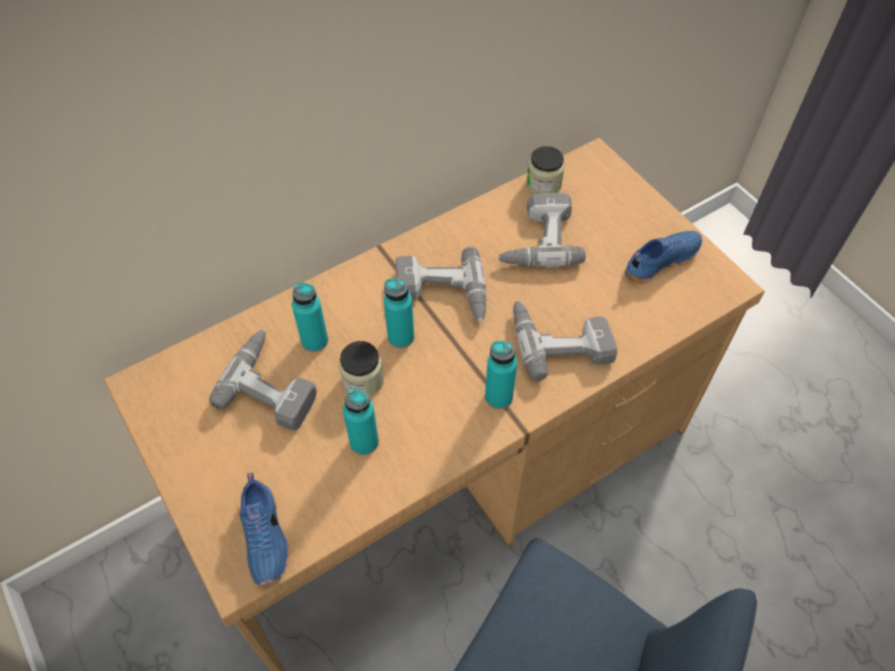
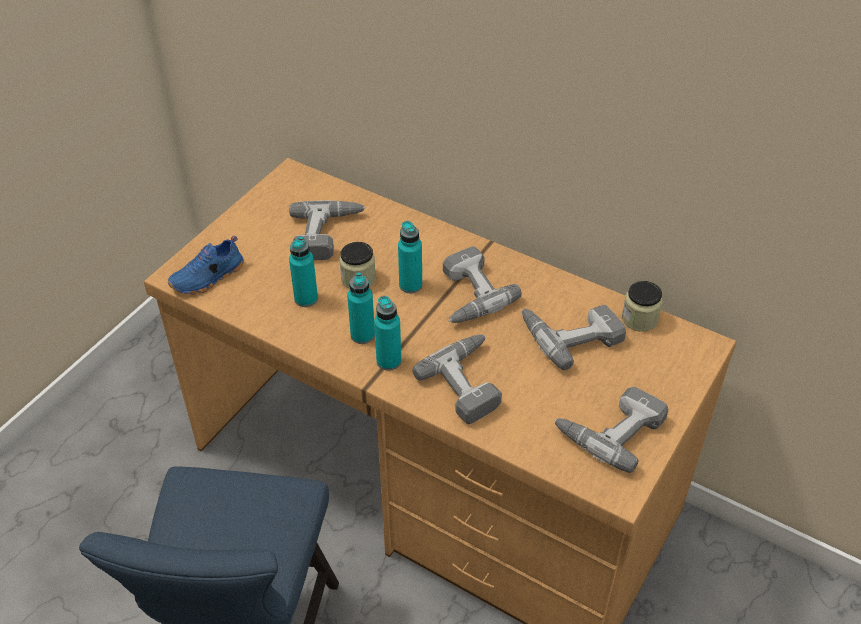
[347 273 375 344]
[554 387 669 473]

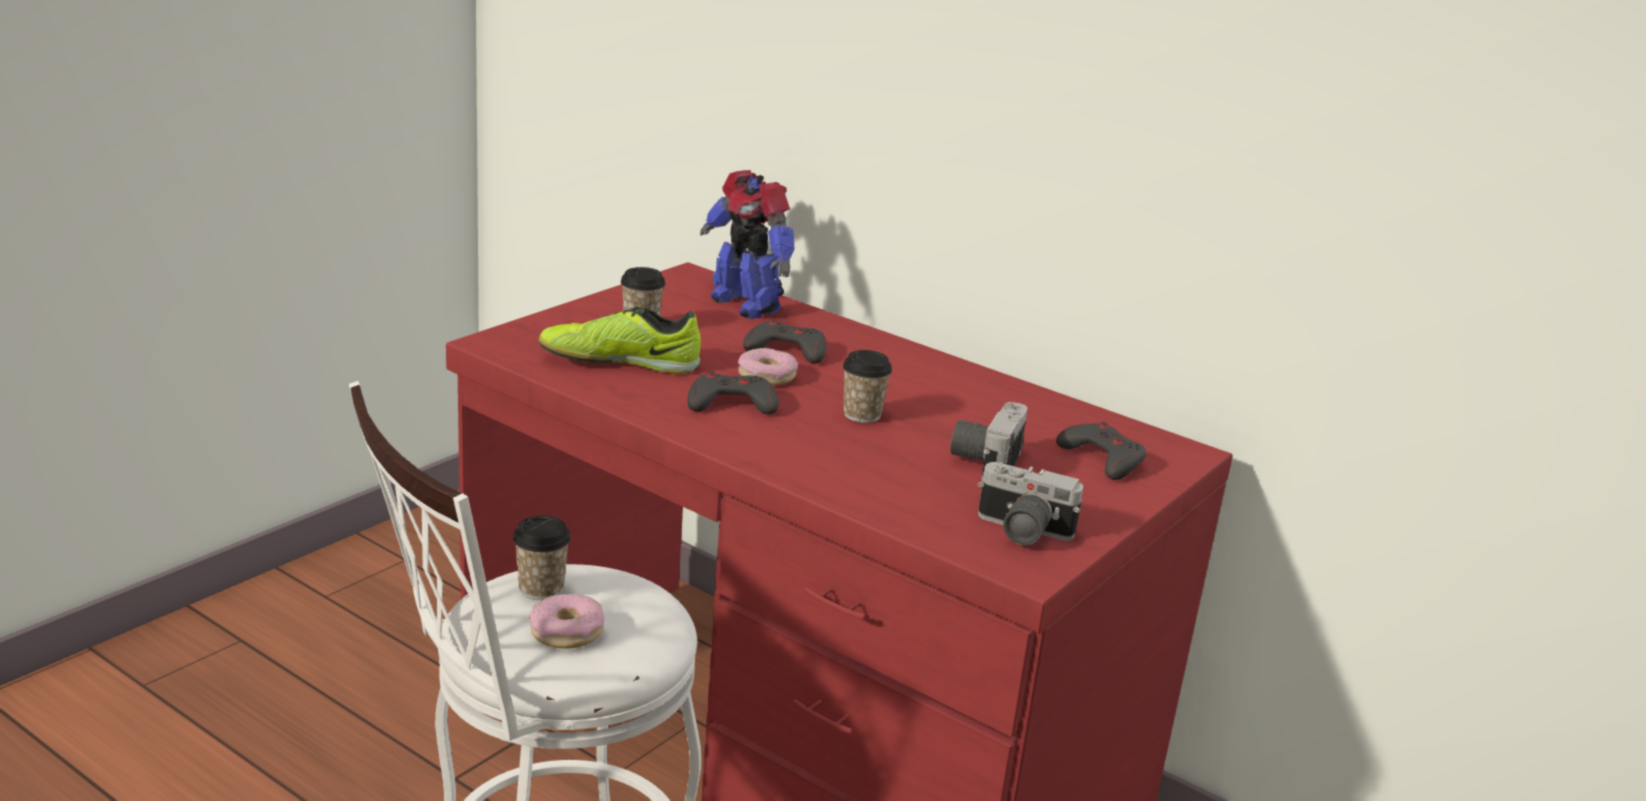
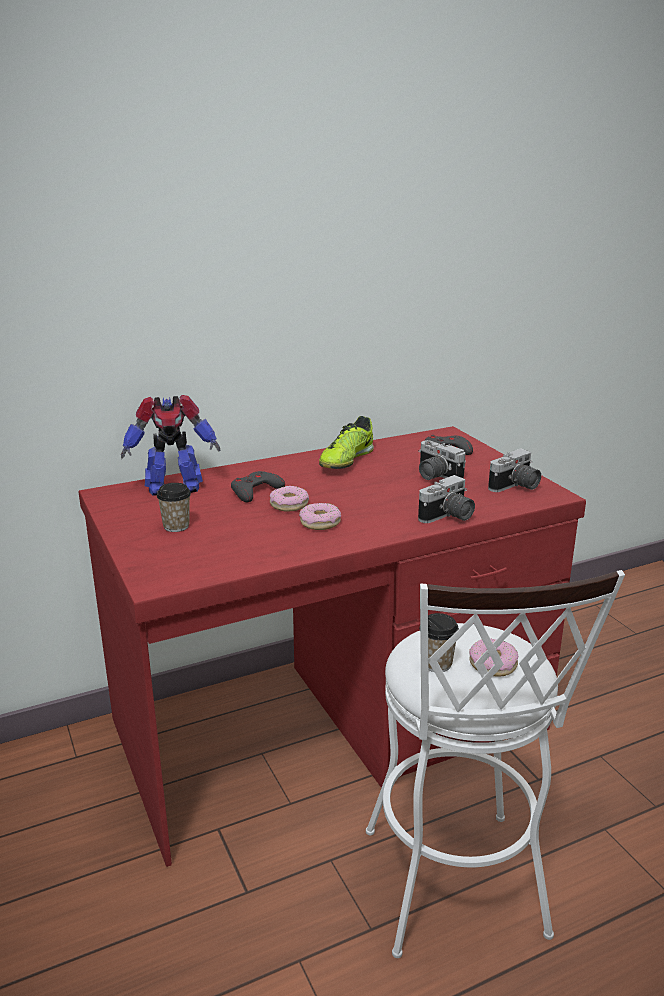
[843 350 892 423] (first image)
[418 475 475 523]
[319 416 374 469]
[299 503 341 530]

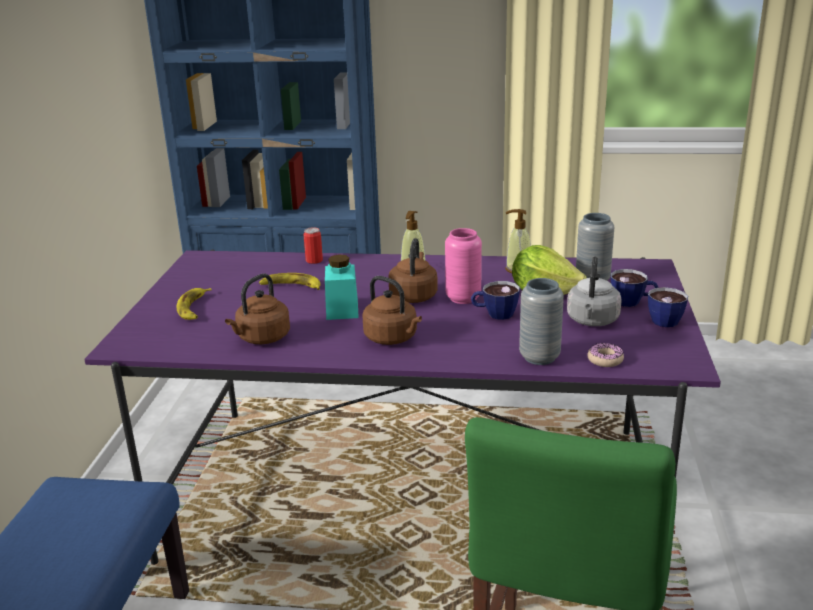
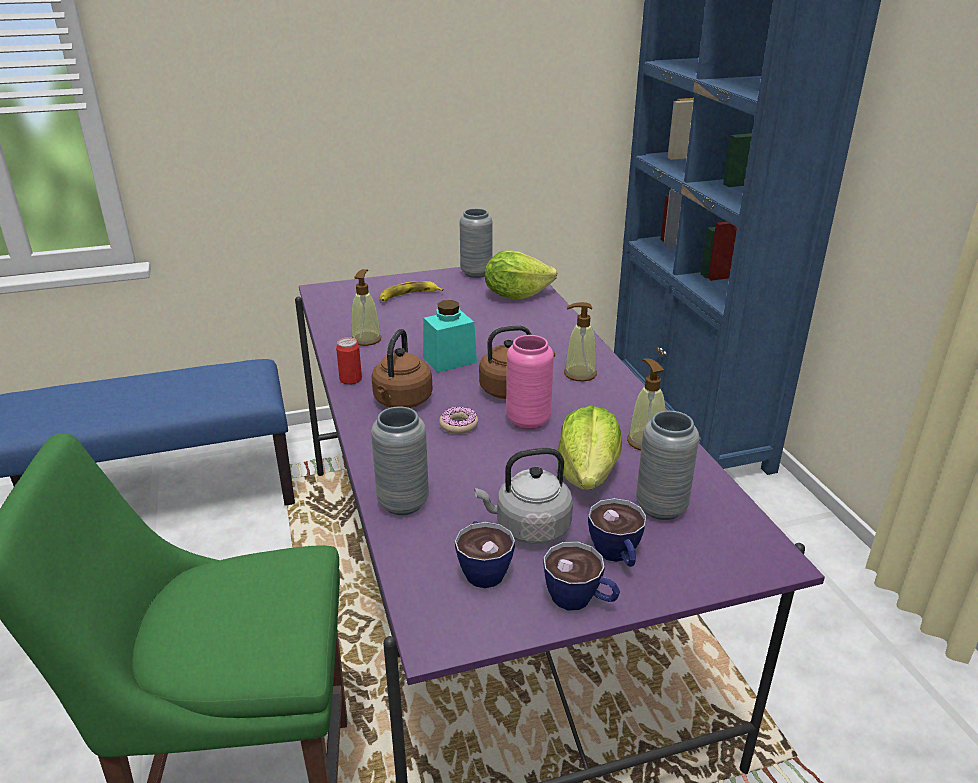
[259 273 321 290] (first image)
[460 208 493 278]
[484 250 557 299]
[336 337 362 385]
[454 521 515 588]
[439 407 478 434]
[351 269 382 346]

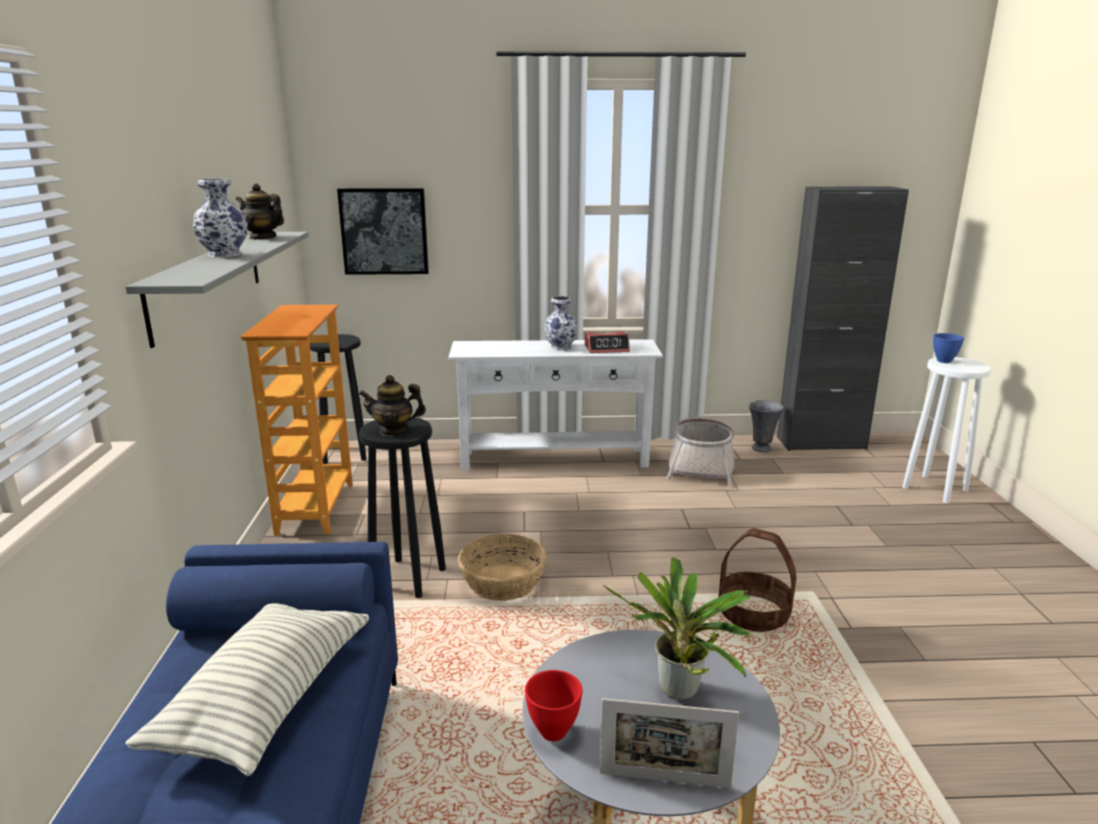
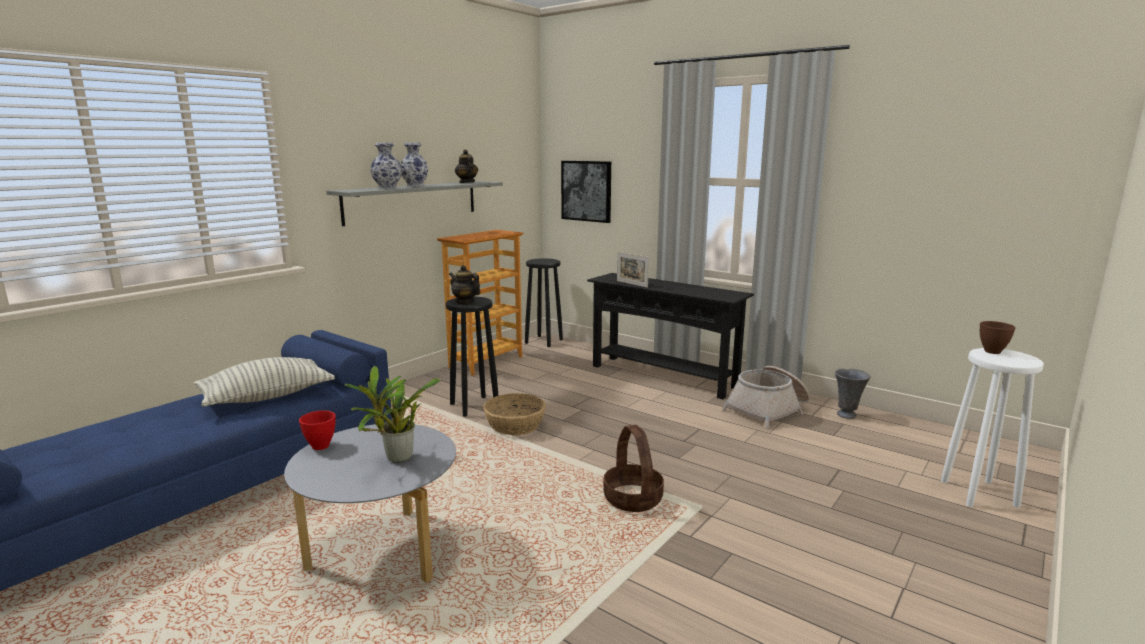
[585 331 630 353] (first image)
[777 186 909 451] (first image)
[371 142 402 188]
[617 252 649 288]
[587 273 754 399]
[980 321 1016 354]

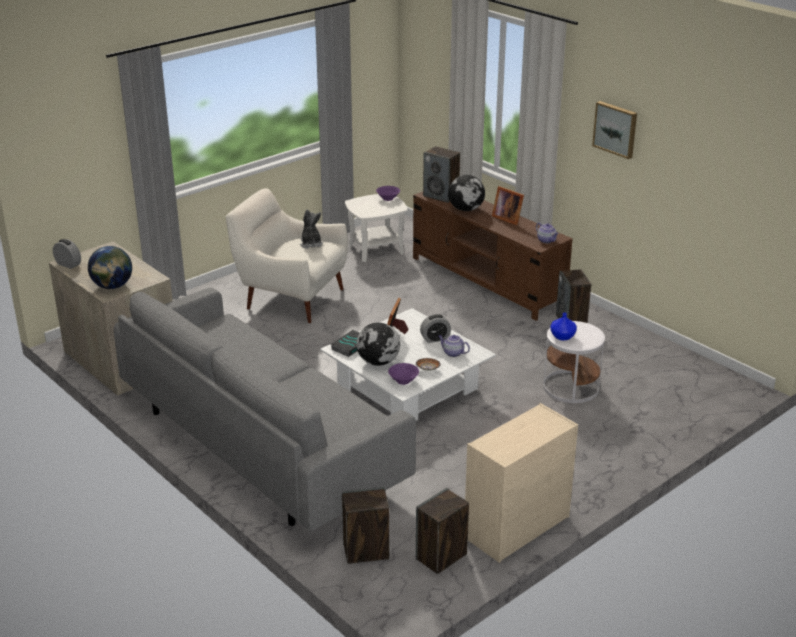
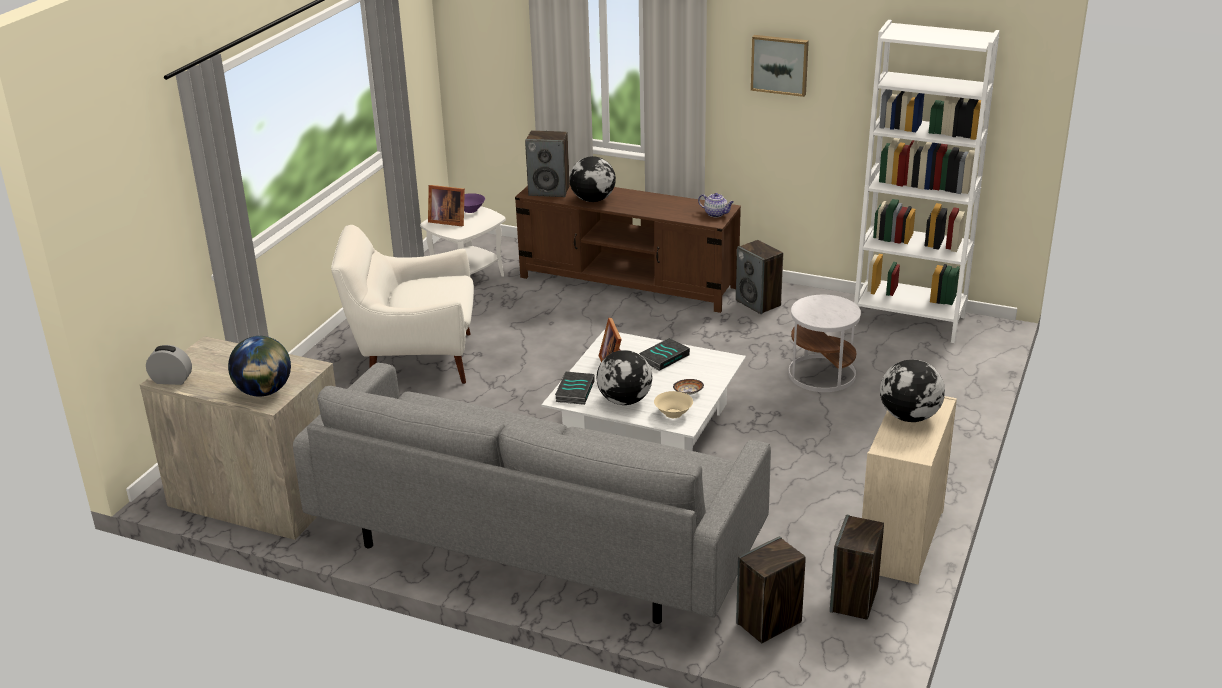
[300 209 323 249] (first image)
[439 335 470 357] (first image)
[550 312 577 341] (first image)
[854 20 1000 343]
[880 359 945 422]
[428 185 465 226]
[639 338 690 371]
[654 391 693 418]

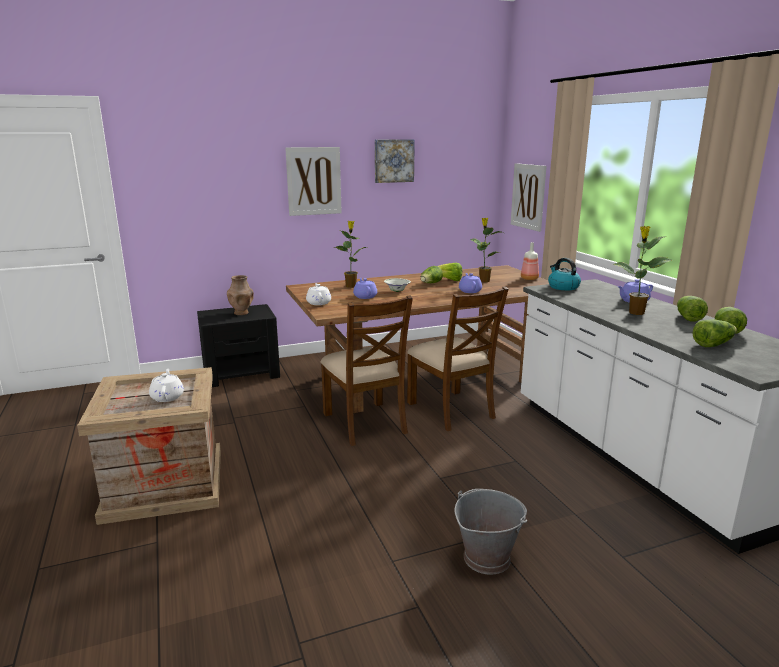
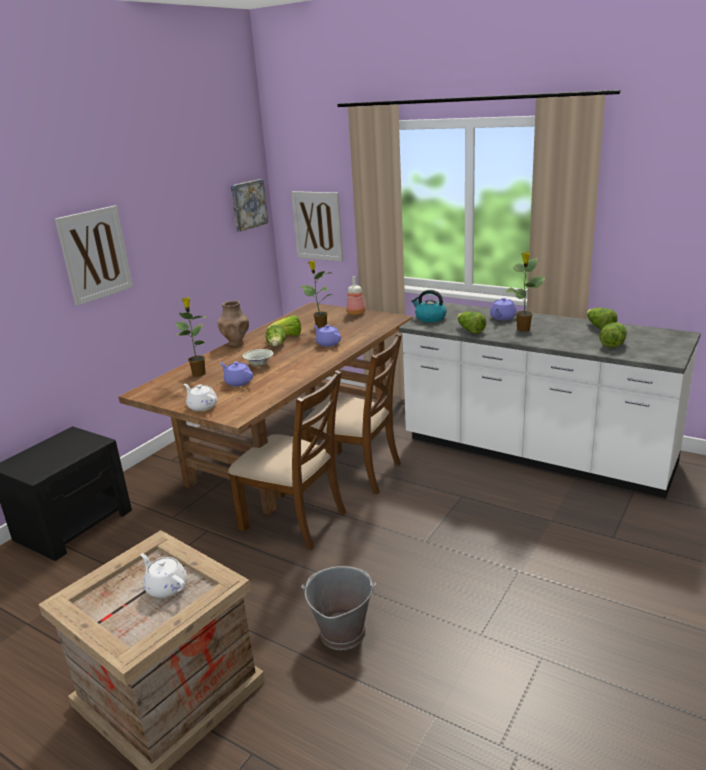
[218 301 249 347]
[231 179 268 232]
[301 566 376 650]
[457 311 486 334]

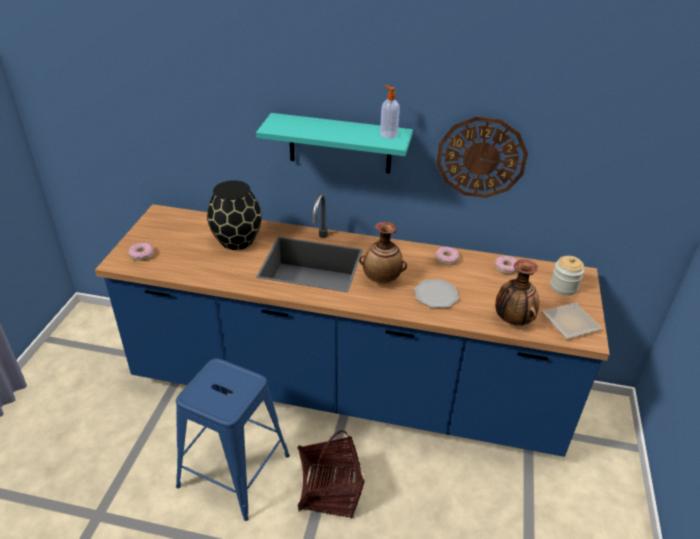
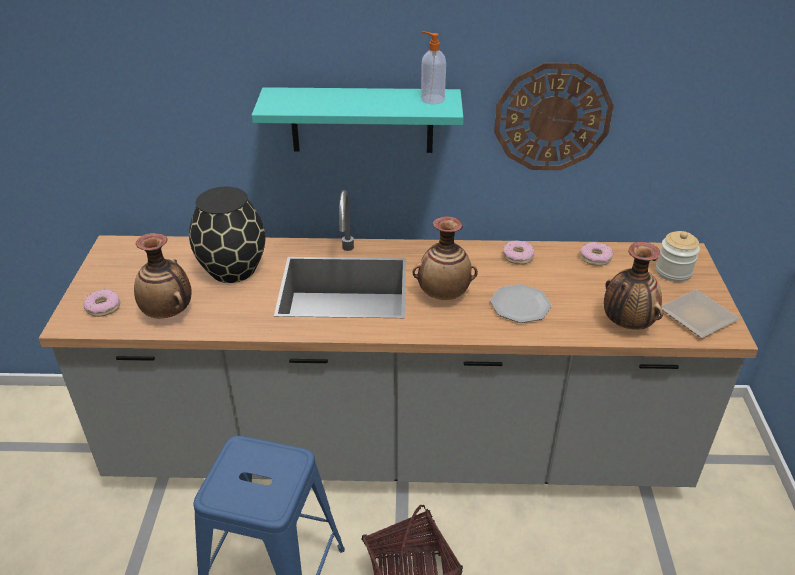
[134 233 192 318]
[38 190 759 487]

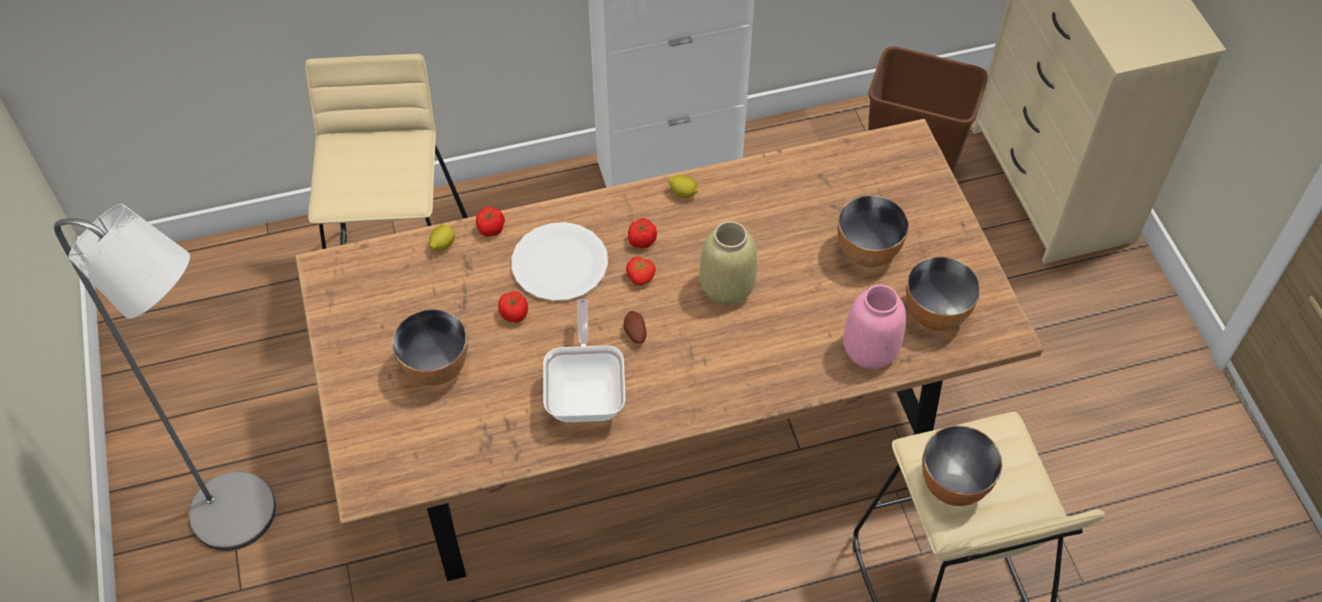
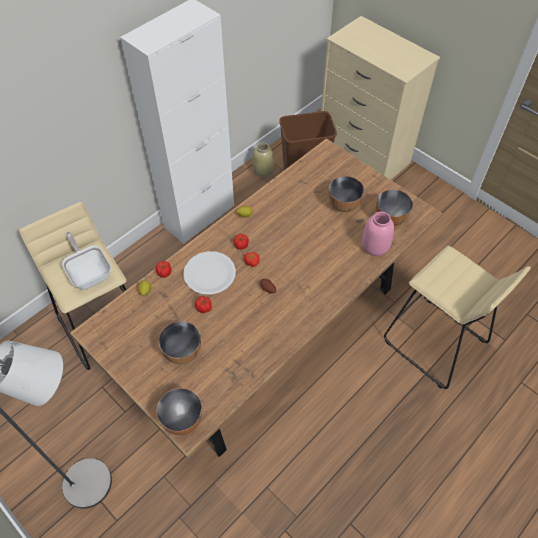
[62 232 111 289]
[252 142 274 177]
[156 388 202 435]

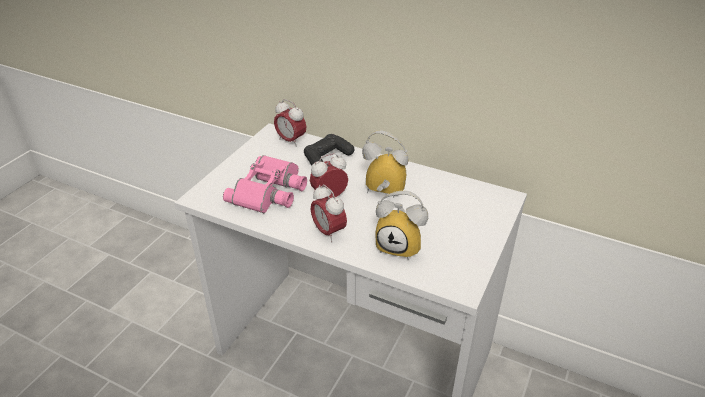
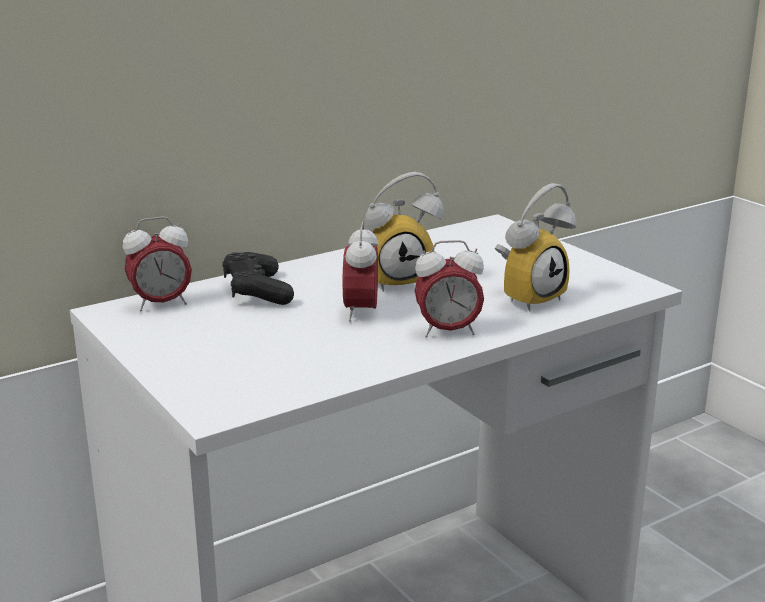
[223 155 307 213] (first image)
[365 172 444 292]

